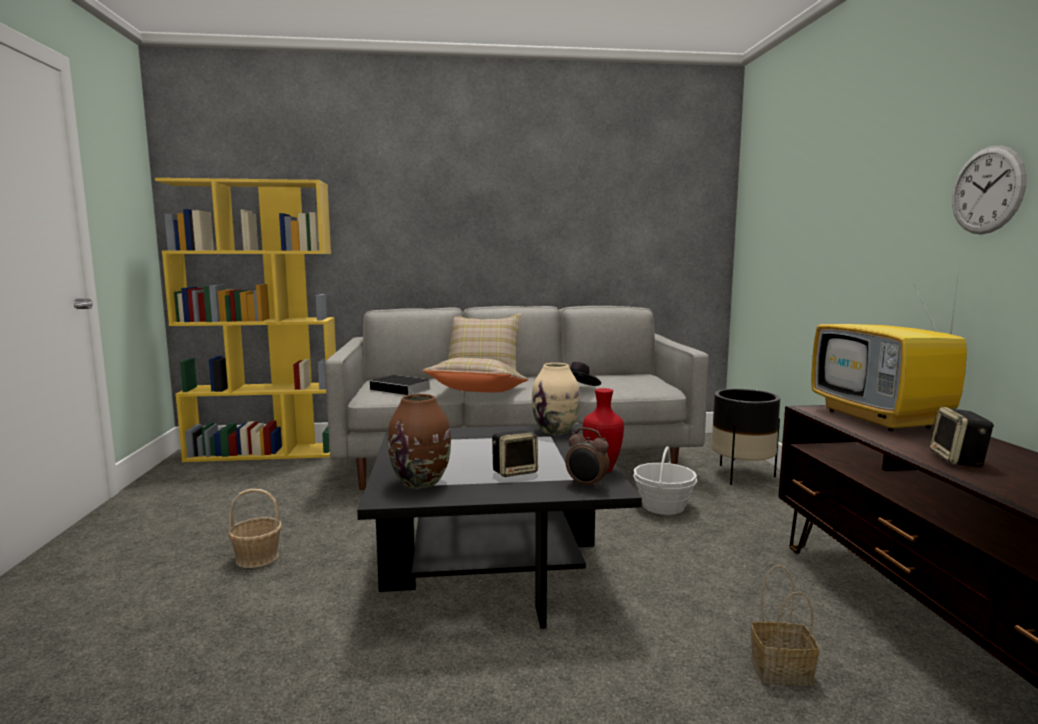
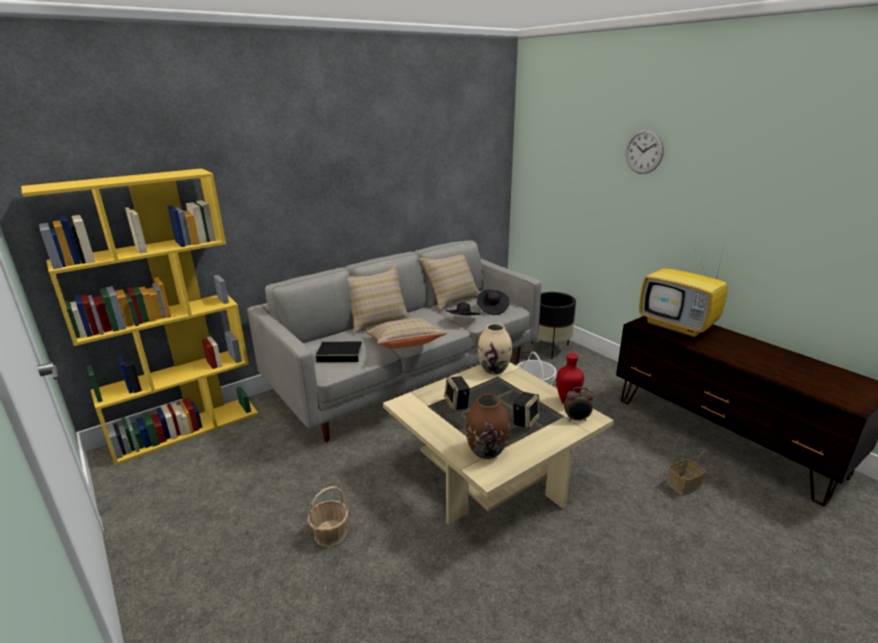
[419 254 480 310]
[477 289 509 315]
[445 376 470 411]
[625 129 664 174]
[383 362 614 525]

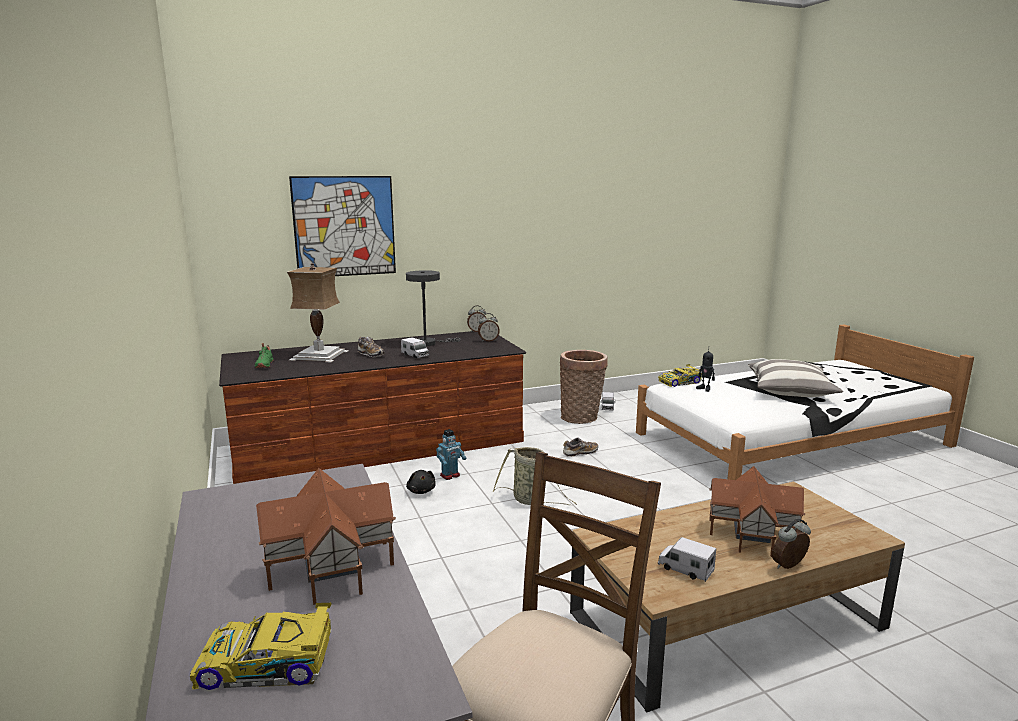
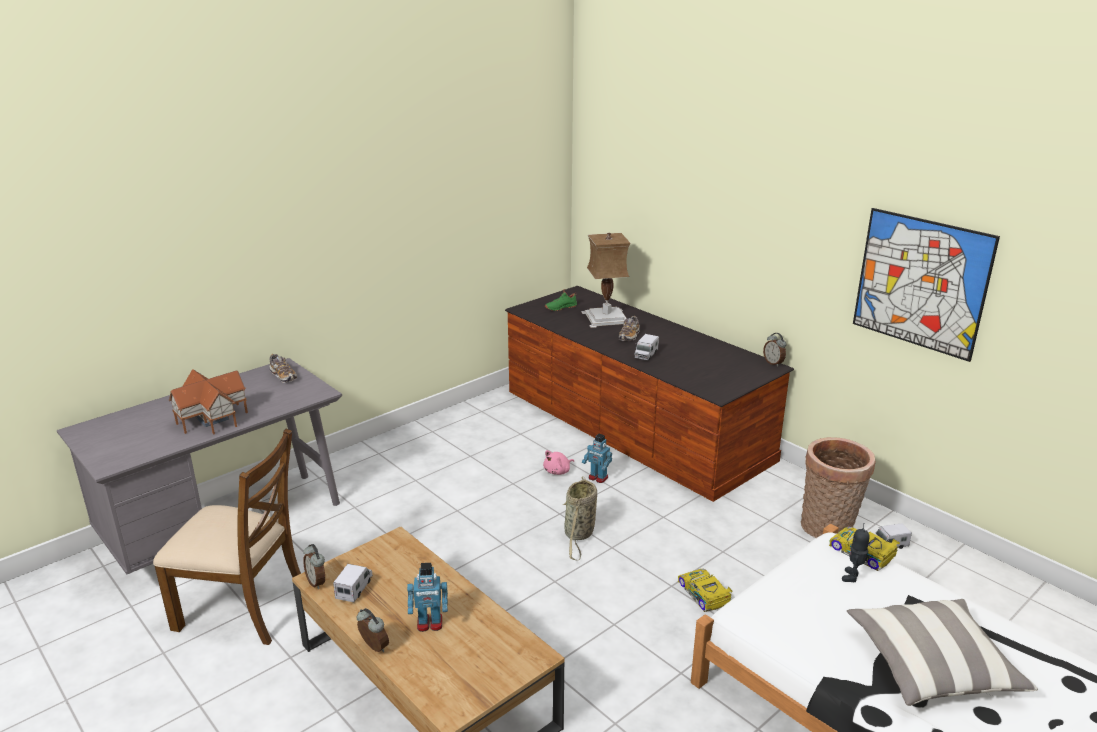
[406 270 461 346] (first image)
[678 569 732 612]
[853 208 1000 362]
[303 544 325 589]
[270 354 297 383]
[407 563 448 632]
[543 450 574 475]

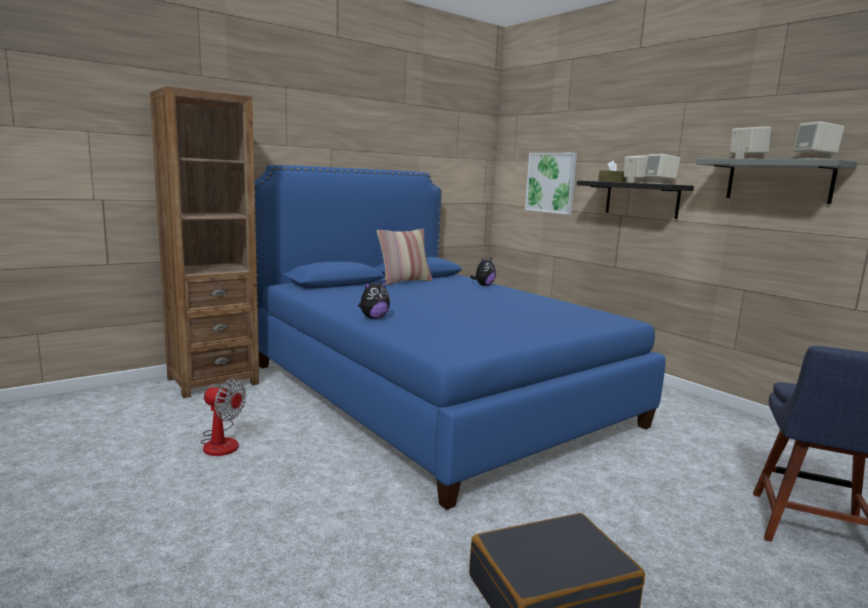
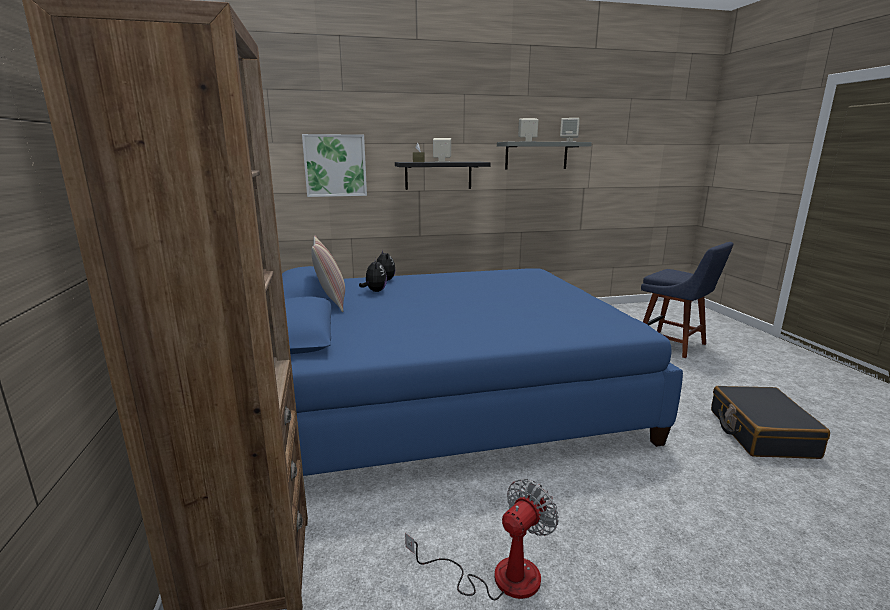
[644 154 681 184] (first image)
[359 258 387 292]

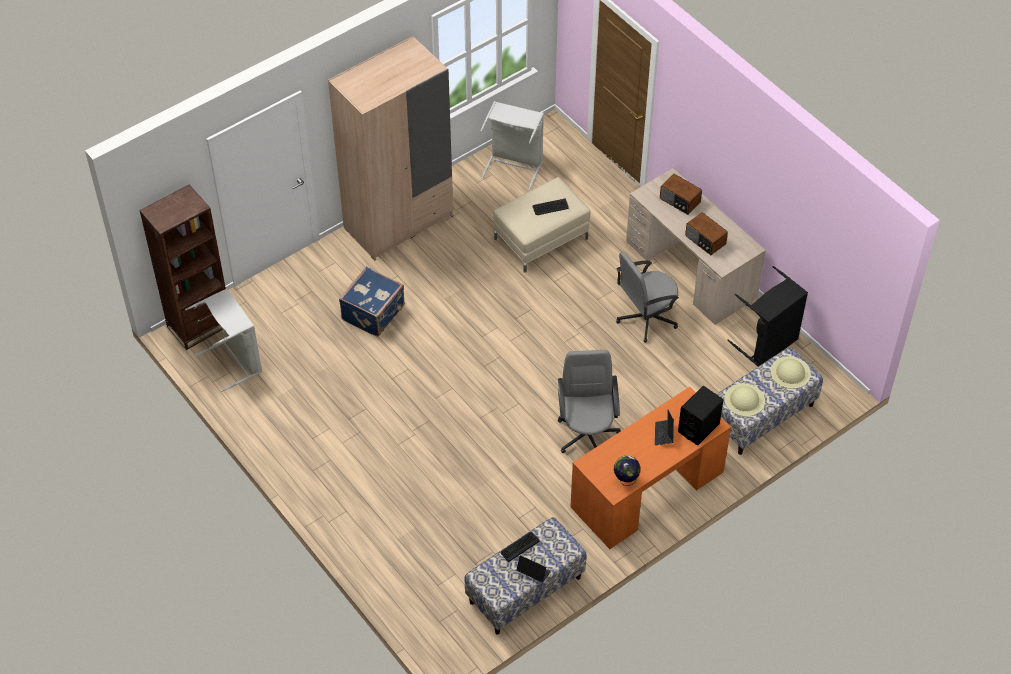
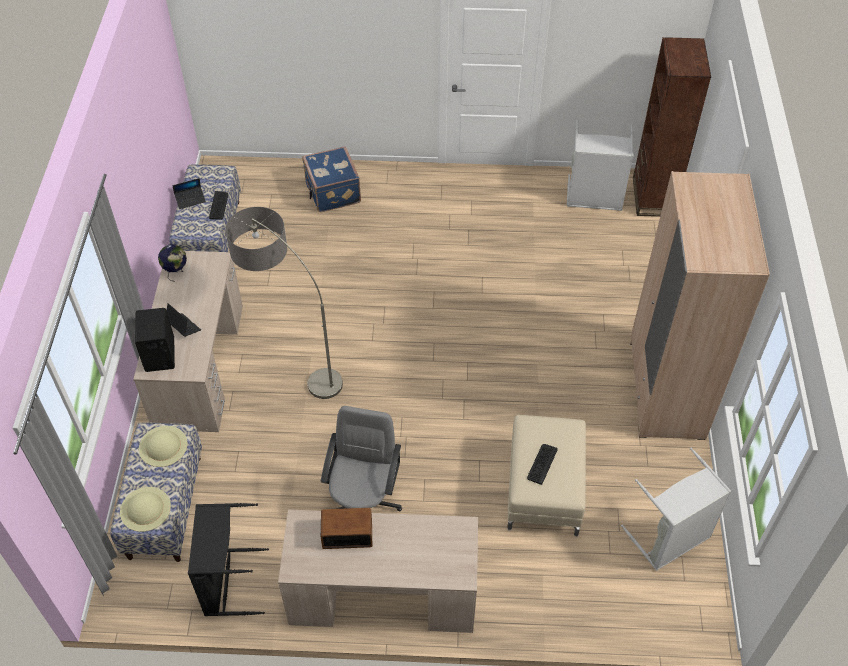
[660 174 702 215] (first image)
[302 146 361 212]
[225 207 343 399]
[133 251 243 432]

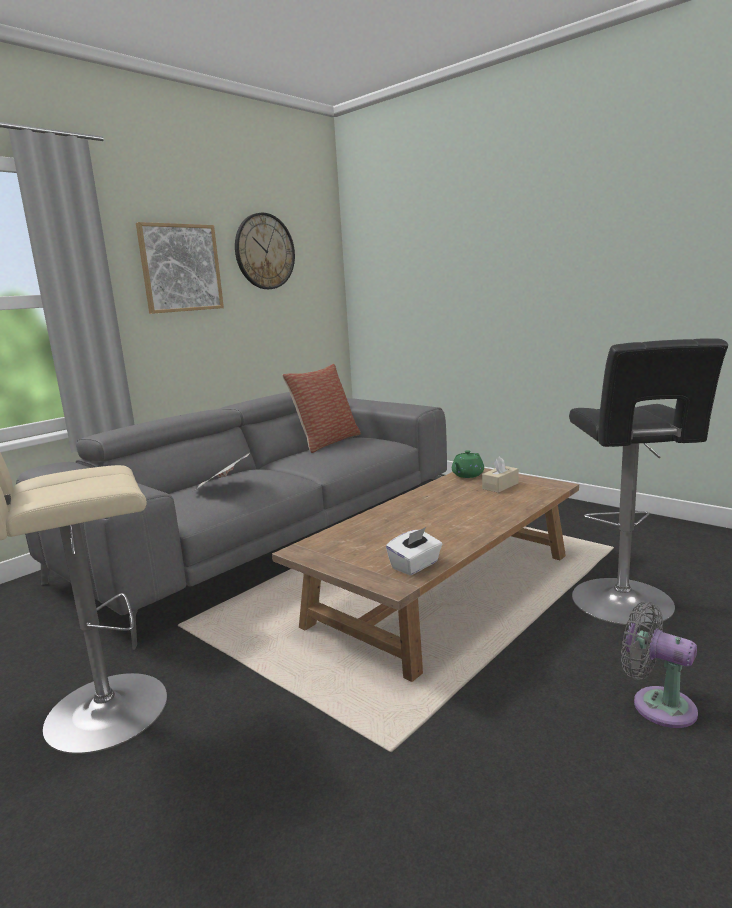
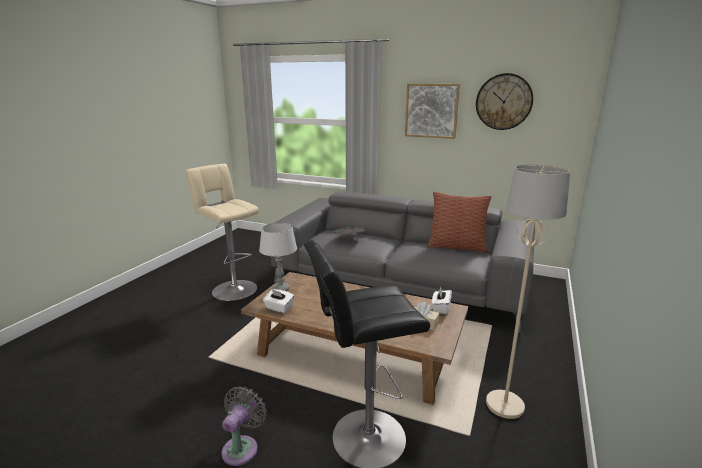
[259 223 297 291]
[486 164 570 419]
[432 287 452 314]

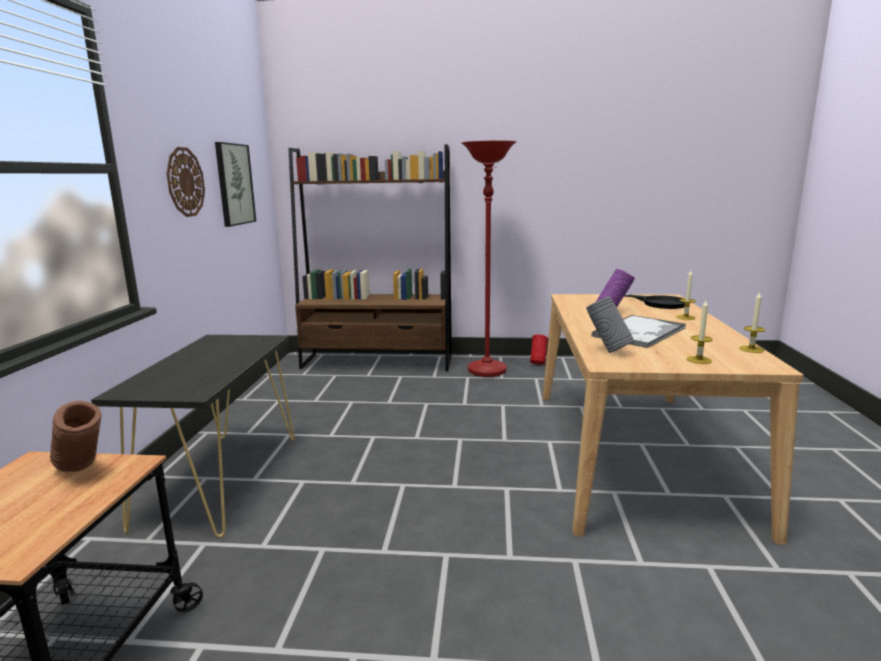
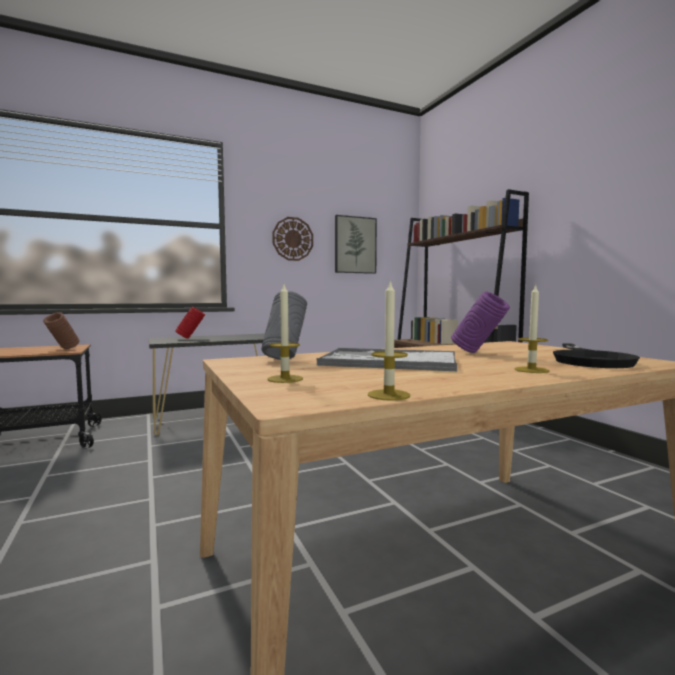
[461 141 517 377] (first image)
[175 307 205 339]

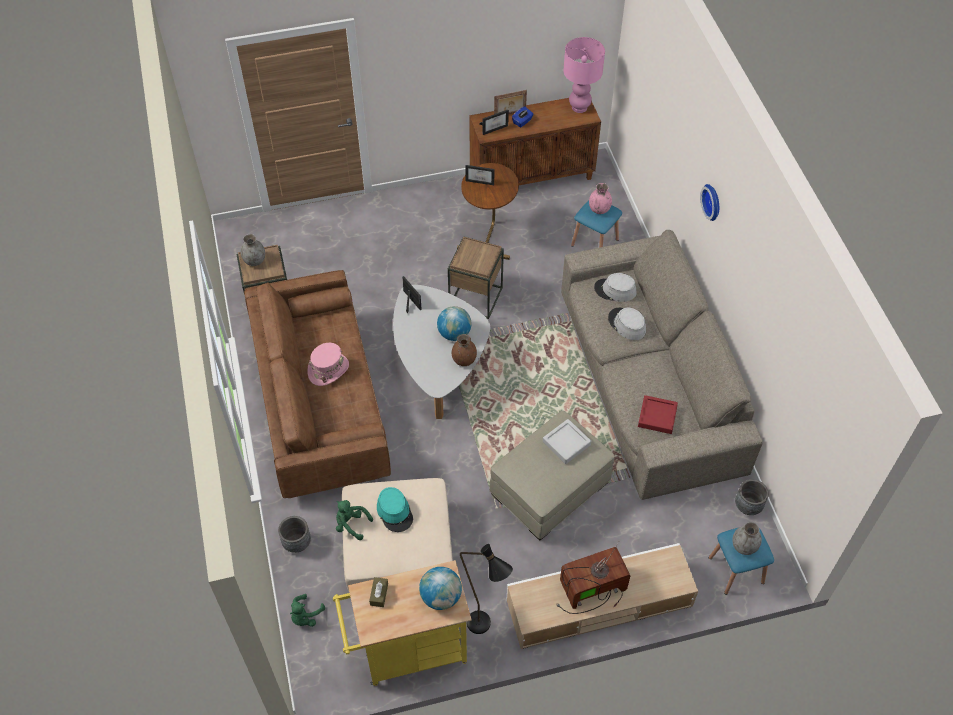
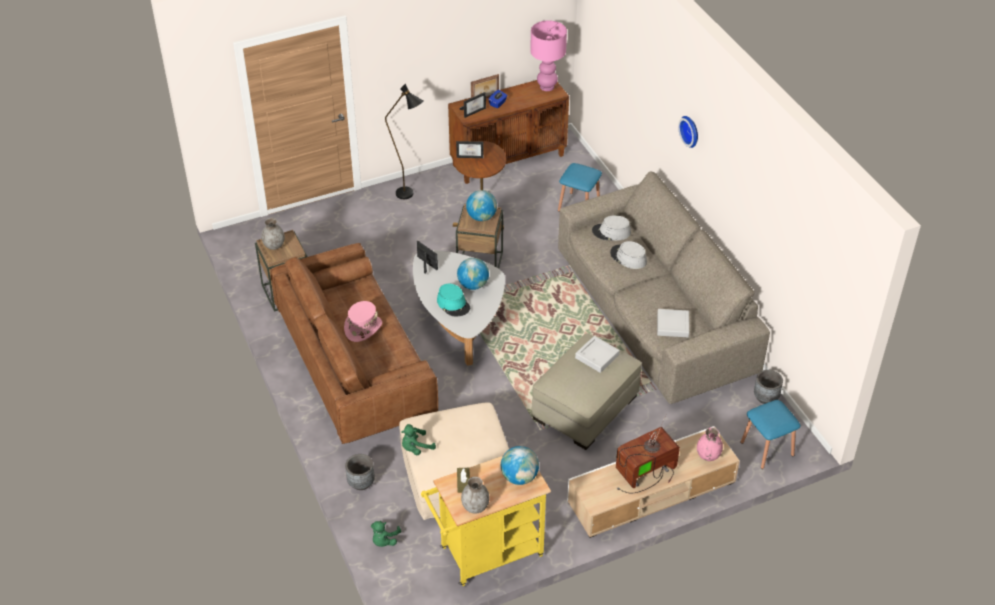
[452 334 477 366] (first image)
[466 190 497 221]
[437 284 470 316]
[385 83 423 199]
[697 427 723 461]
[461 477 490 514]
[657 309 689 337]
[401 424 436 455]

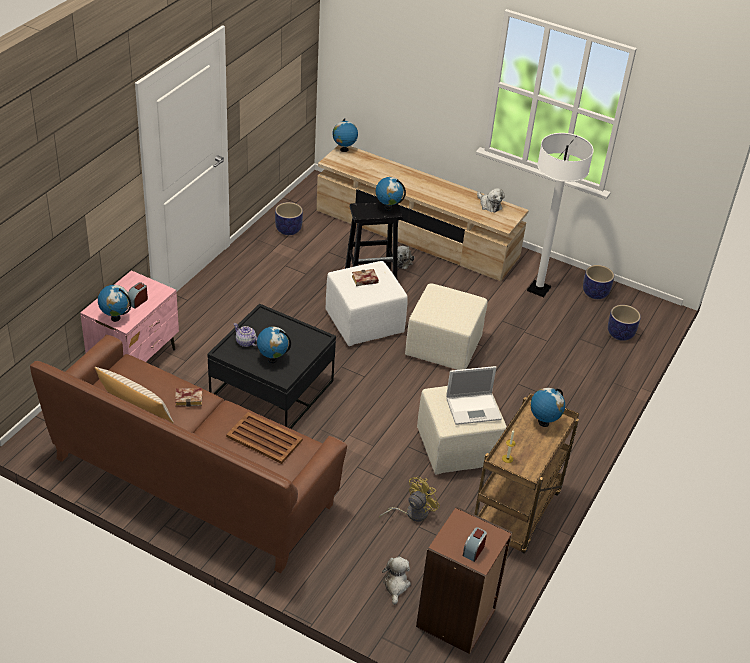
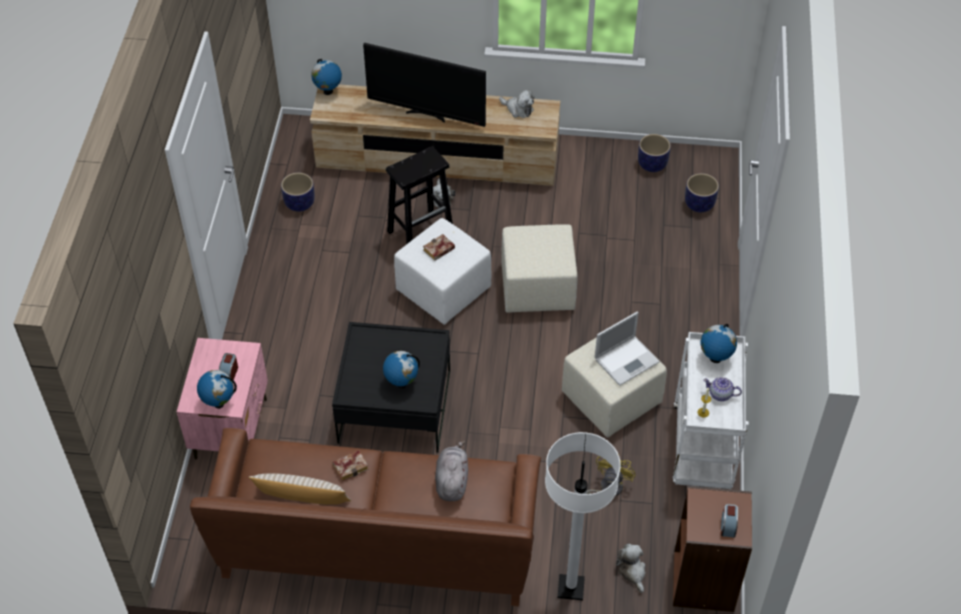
[376 177 406 211] (first image)
[363 43 486 127]
[703 377 742 401]
[545 432 621 600]
[435 441 468 501]
[673 332 749 489]

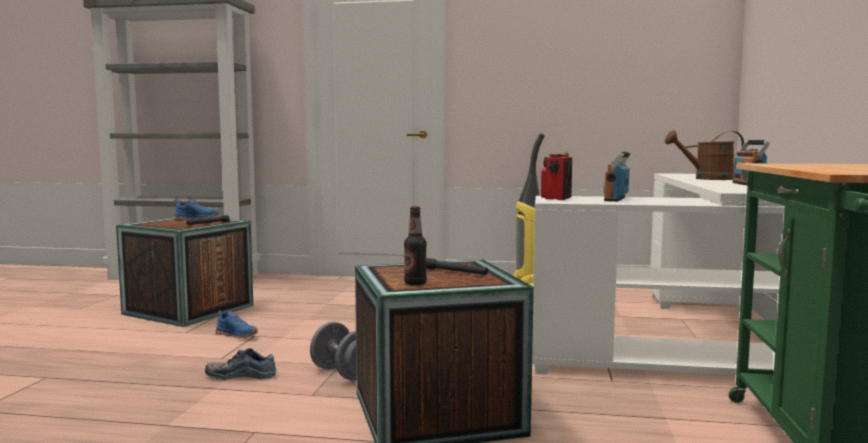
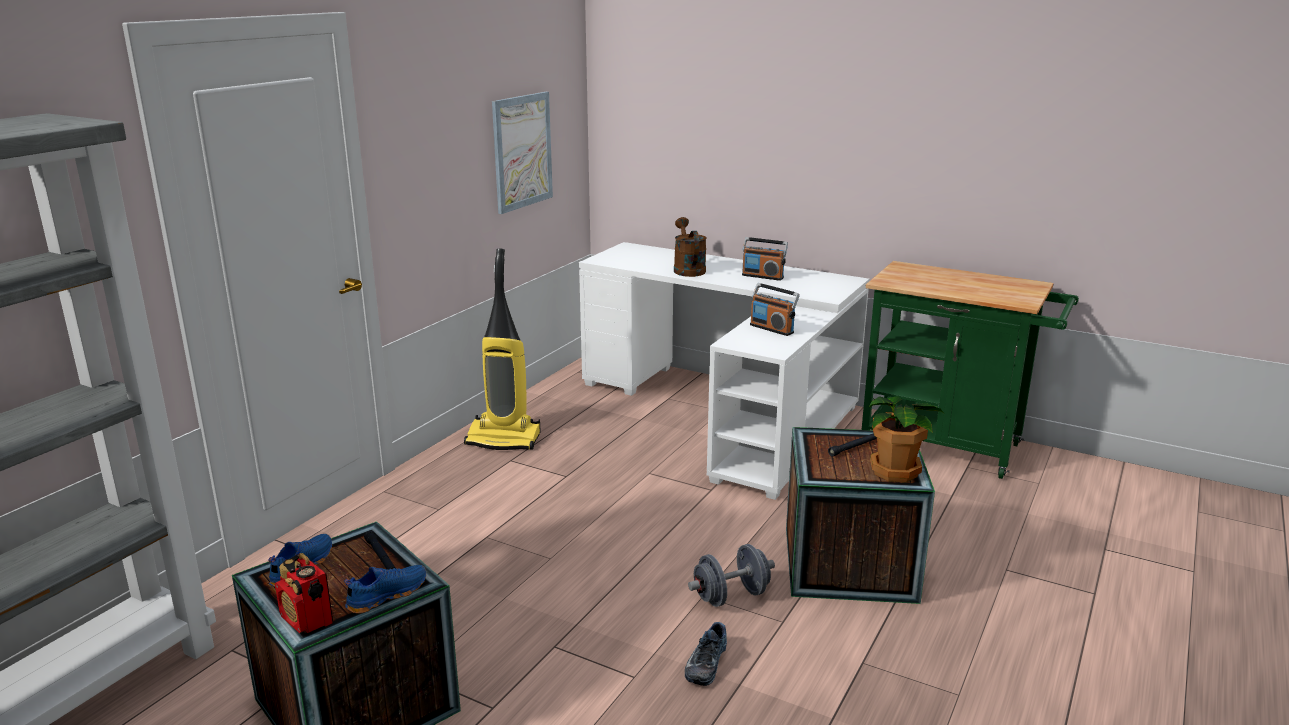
[492 92 553 214]
[344 565 426 614]
[275 553 333 633]
[869 396 944 482]
[674 217 706 277]

